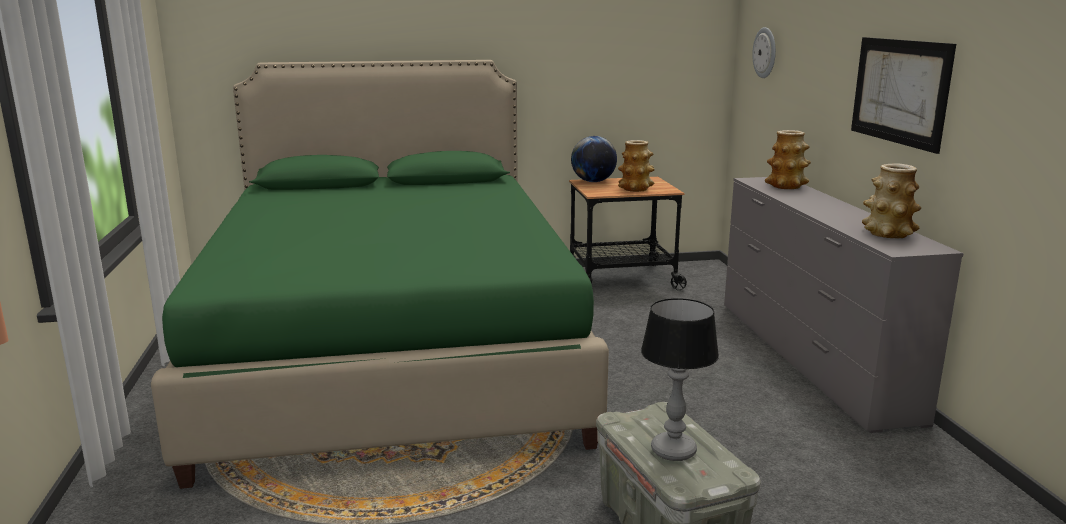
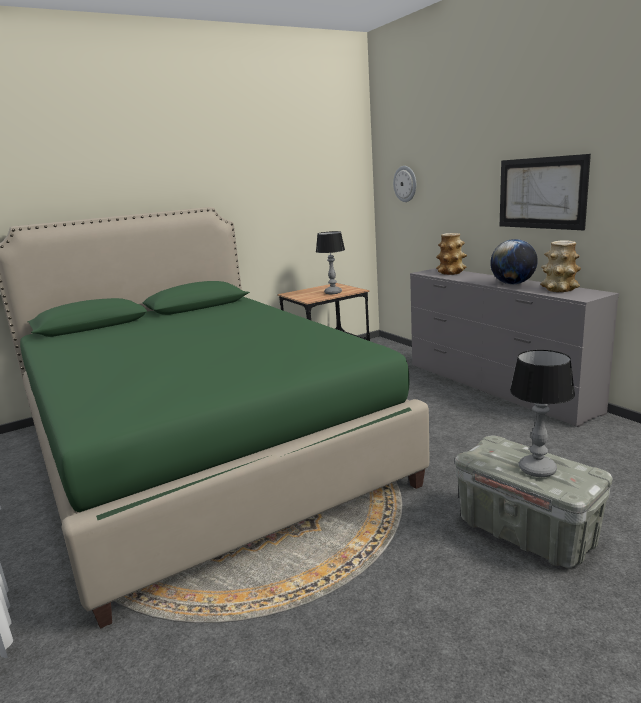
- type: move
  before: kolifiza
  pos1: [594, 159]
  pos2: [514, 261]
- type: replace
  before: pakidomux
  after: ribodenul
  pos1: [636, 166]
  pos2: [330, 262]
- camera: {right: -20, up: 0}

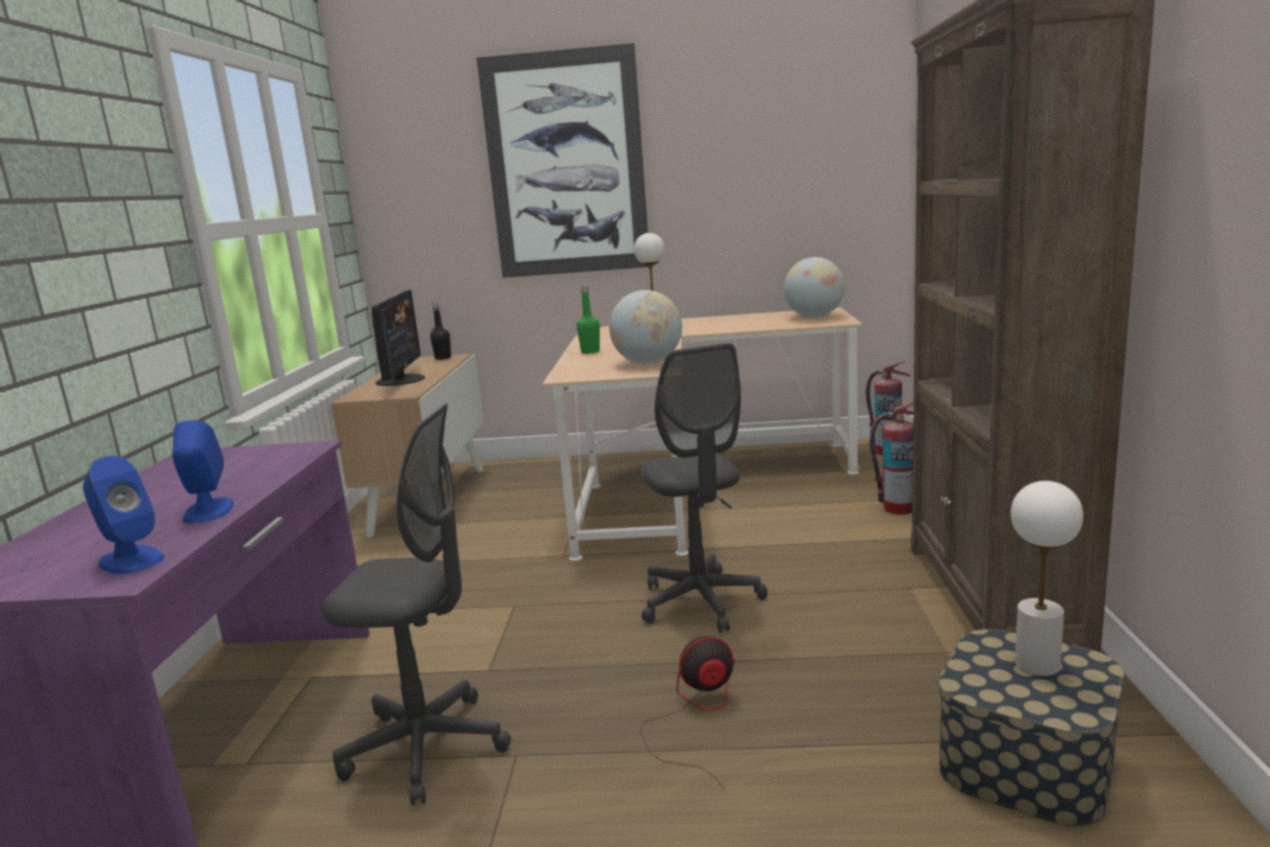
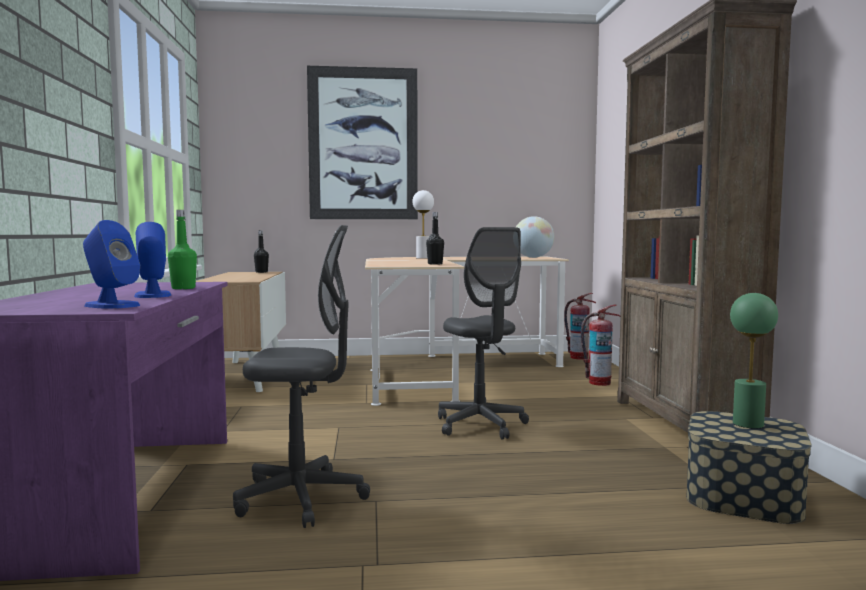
- type: move
  before: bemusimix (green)
  pos1: [588, 319]
  pos2: [182, 249]
- type: delete
  before: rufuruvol
  pos1: [398, 338]
- type: replace
  before: kolifiza
  after: bemusimix (black)
  pos1: [645, 327]
  pos2: [435, 238]
- type: recolor
  before: ribodenul (white)
  after: ribodenul (green)
  pos1: [1047, 578]
  pos2: [754, 361]
- type: delete
  before: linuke
  pos1: [687, 713]
- camera: {right: -10, up: -10}

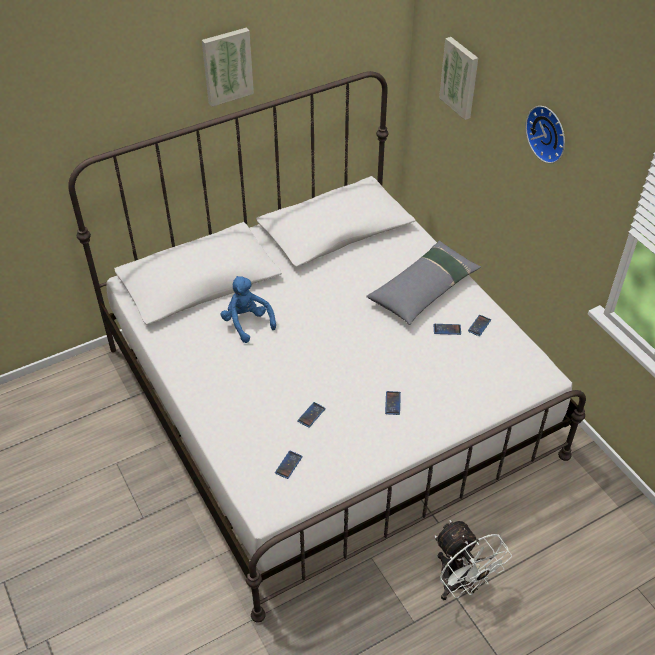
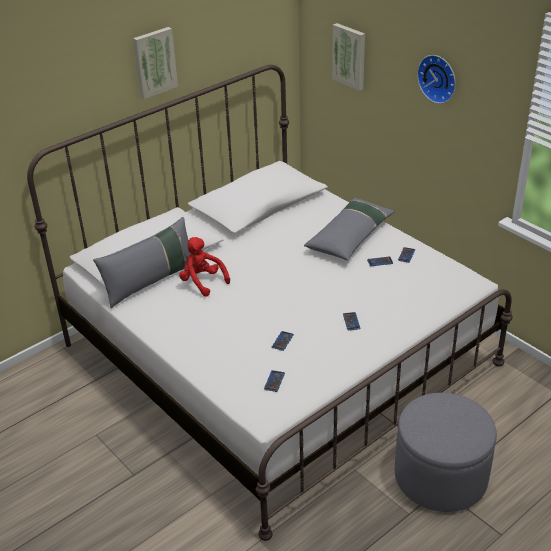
- type: recolor
  before: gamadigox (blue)
  after: gamadigox (red)
  pos1: [248, 309]
  pos2: [204, 267]
- type: replace
  before: linuke (white)
  after: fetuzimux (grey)
  pos1: [473, 560]
  pos2: [446, 452]
- type: insert
  after: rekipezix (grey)
  pos2: [142, 262]
- camera: {right: -10, up: -10}

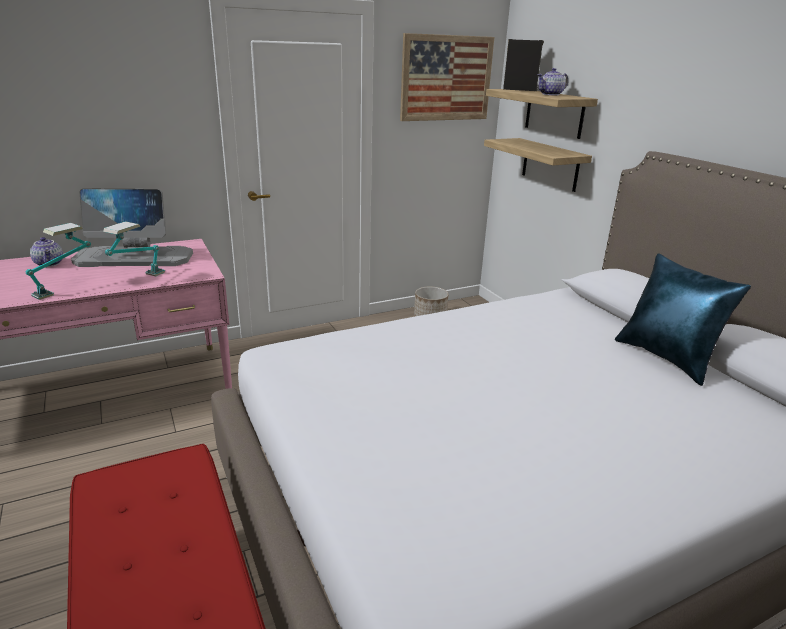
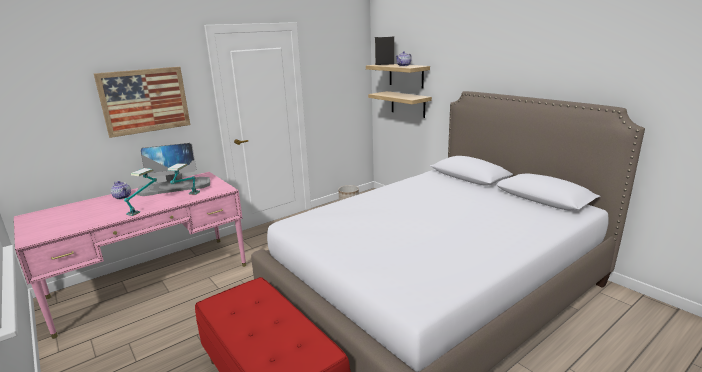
- type: move
  before: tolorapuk
  pos1: [447, 77]
  pos2: [142, 102]
- type: delete
  before: rekipezix (blue)
  pos1: [683, 319]
- camera: {right: -10, up: -5}

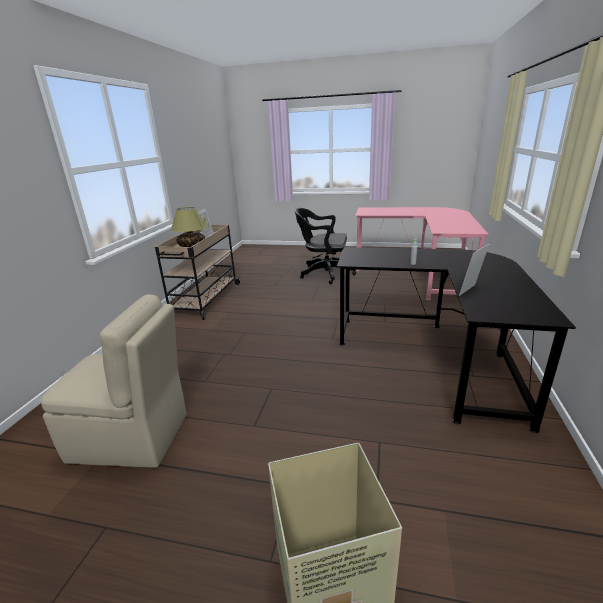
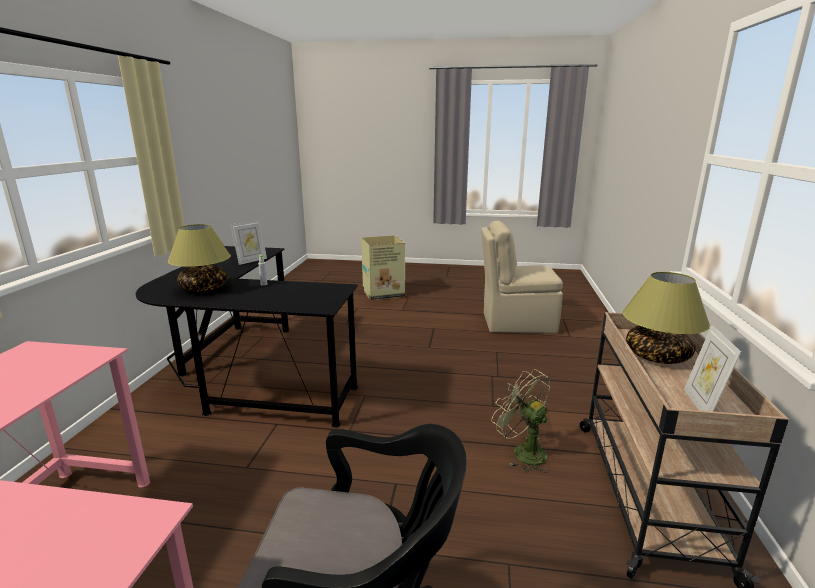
- type: insert
  after: ribodenul
  pos2: [199, 258]
- type: insert
  after: linuke (green)
  pos2: [520, 421]
- camera: {right: 175, up: -5}

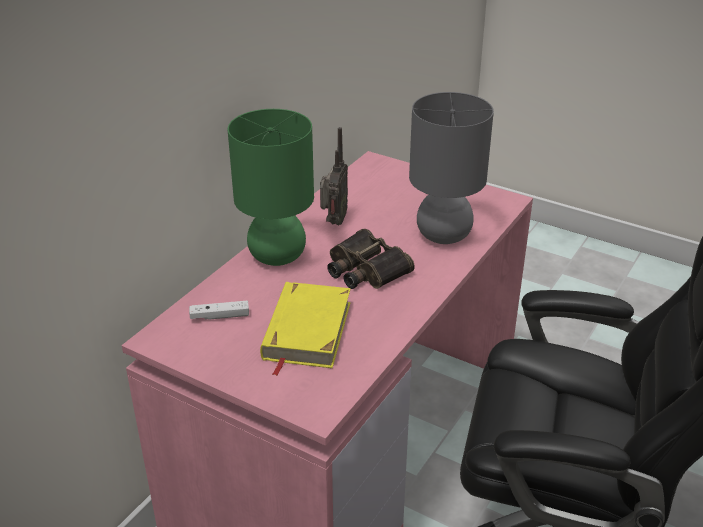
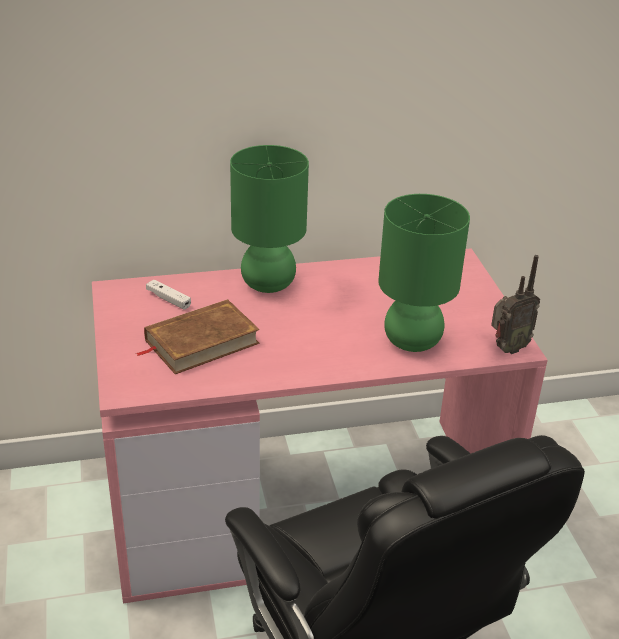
- type: recolor
  before: ribodenul (grey)
  after: ribodenul (green)
  pos1: [451, 168]
  pos2: [424, 273]
- type: move
  before: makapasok
  pos1: [334, 176]
  pos2: [515, 304]
- type: delete
  before: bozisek
  pos1: [371, 259]
- type: recolor
  before: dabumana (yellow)
  after: dabumana (brown)
  pos1: [305, 329]
  pos2: [198, 336]
- camera: {right: 45, up: 0}

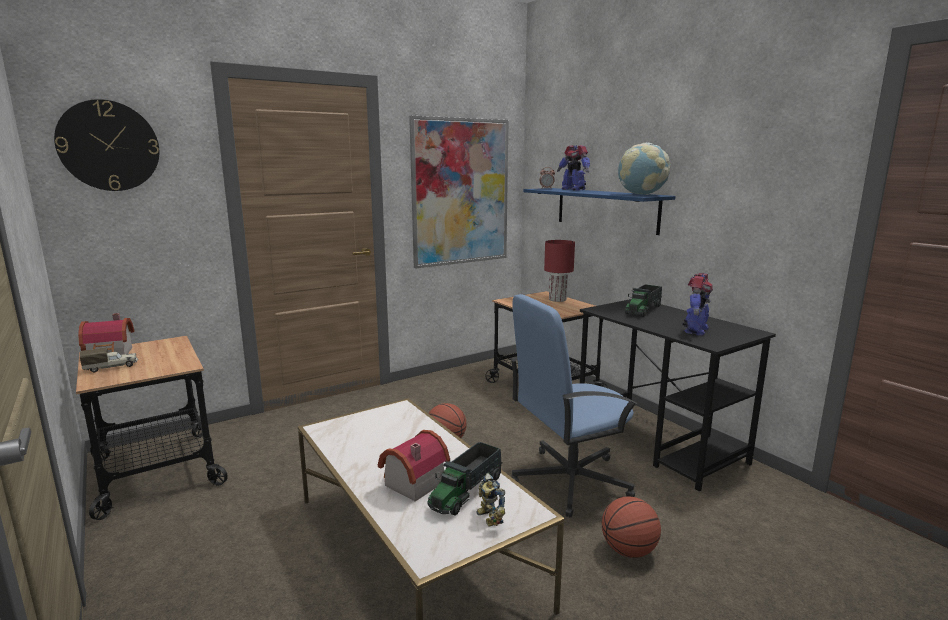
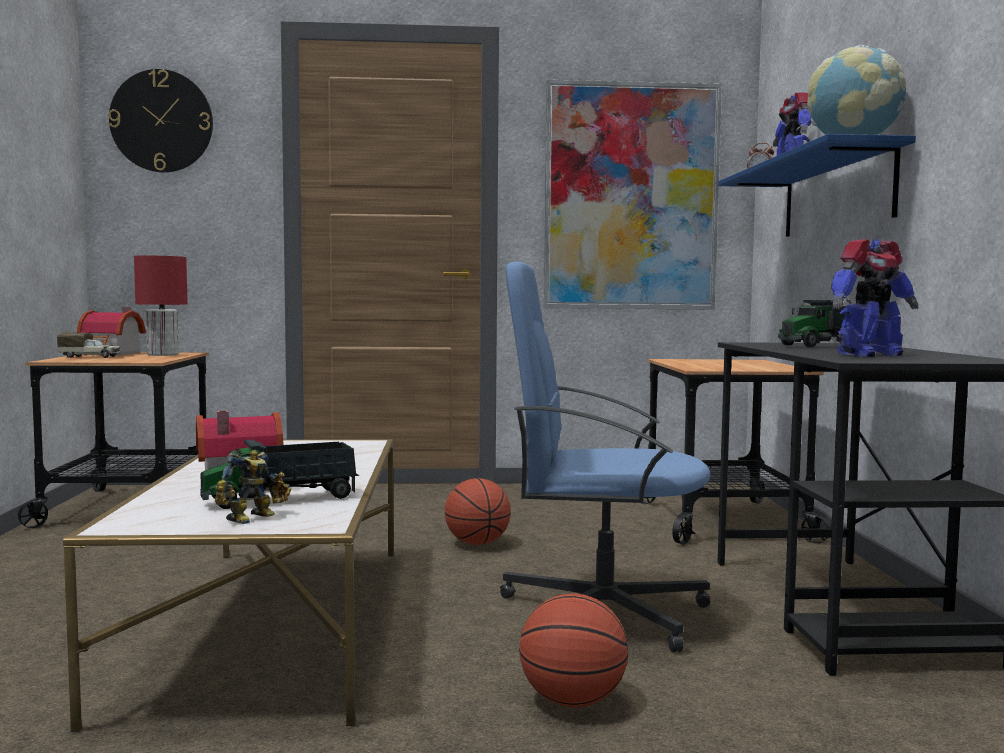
- type: move
  before: ribodenul (red)
  pos1: [559, 271]
  pos2: [160, 305]
- type: rotate
  before: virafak
  pos1: [490, 500]
  pos2: [253, 487]
  turn: -150
- camera: {right: 30, up: -10}

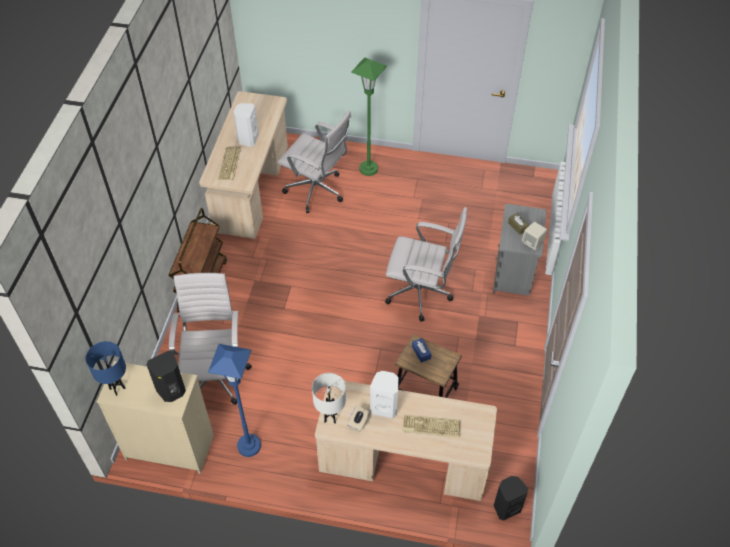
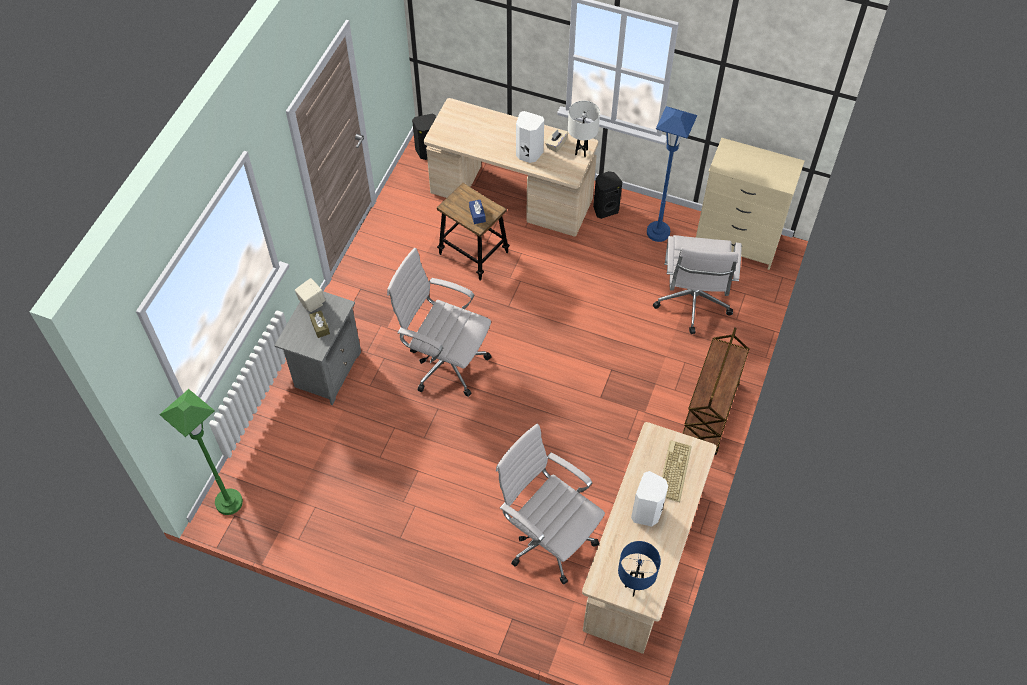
- type: move
  before: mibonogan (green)
  pos1: [369, 116]
  pos2: [201, 452]
- type: move
  before: ribodenul (blue)
  pos1: [106, 368]
  pos2: [639, 569]
- type: move
  before: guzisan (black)
  pos1: [166, 376]
  pos2: [607, 195]
- type: delete
  before: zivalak
  pos1: [431, 426]
- camera: {right: -170, up: 5}

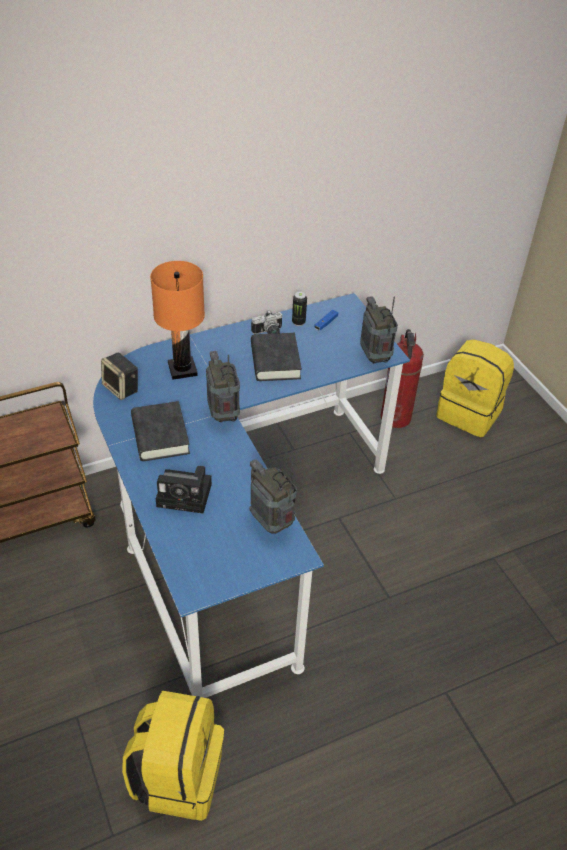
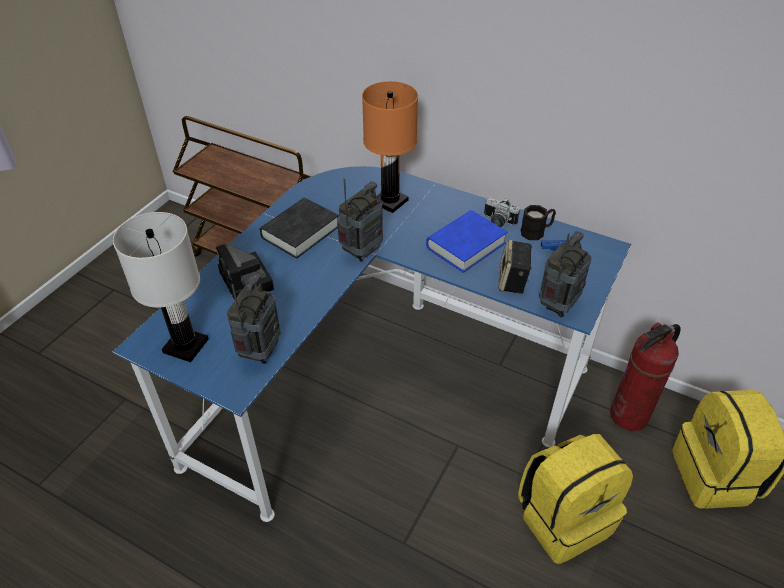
- type: replace
  before: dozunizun
  after: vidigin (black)
  pos1: [299, 309]
  pos2: [538, 222]
- type: recolor
  before: dabumana (black)
  after: dabumana (blue)
  pos1: [276, 357]
  pos2: [466, 241]
- type: move
  before: guzisan
  pos1: [119, 376]
  pos2: [515, 267]
- type: move
  before: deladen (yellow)
  pos1: [173, 756]
  pos2: [575, 499]
- type: insert
  after: ribodenul (white)
  pos2: [161, 287]
- camera: {right: 55, up: 0}

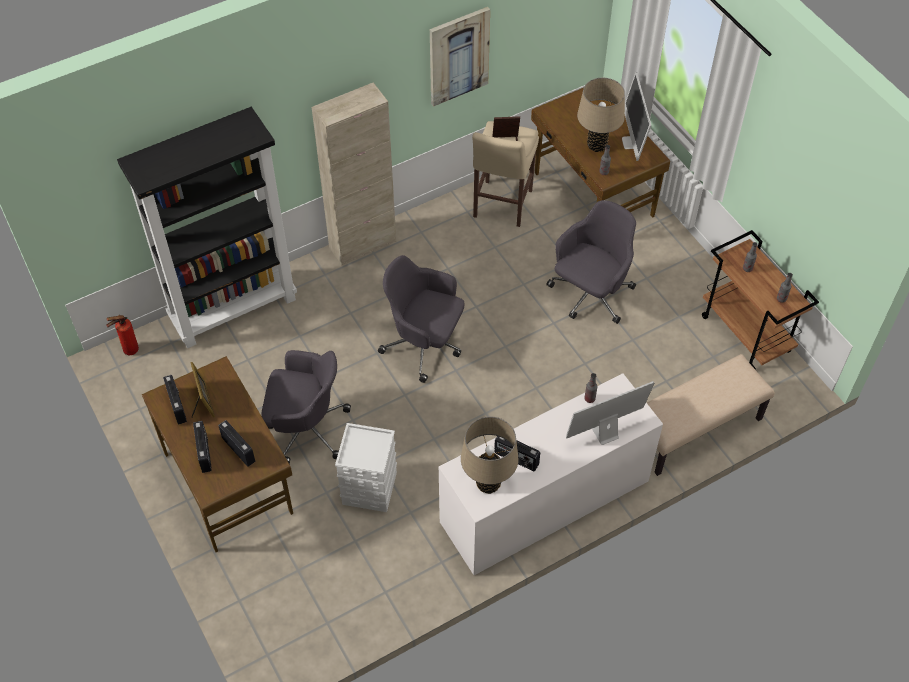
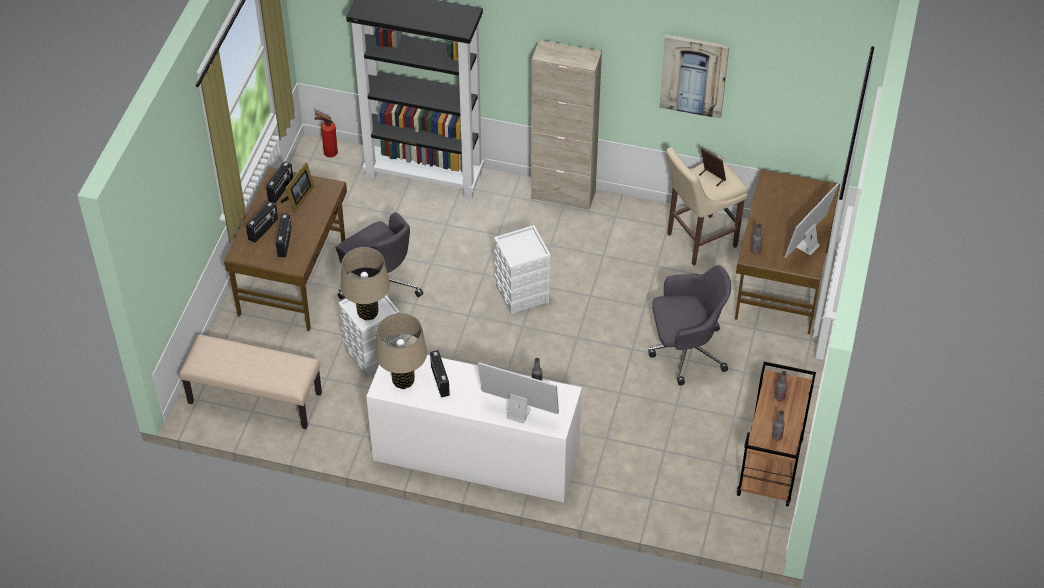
- type: move
  before: ribodenul (beige)
  pos1: [601, 115]
  pos2: [365, 284]
- type: replace
  before: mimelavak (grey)
  after: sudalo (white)
  pos1: [421, 319]
  pos2: [522, 270]
- type: move
  before: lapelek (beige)
  pos1: [711, 415]
  pos2: [250, 382]
- camera: {right: 45, up: -5}

